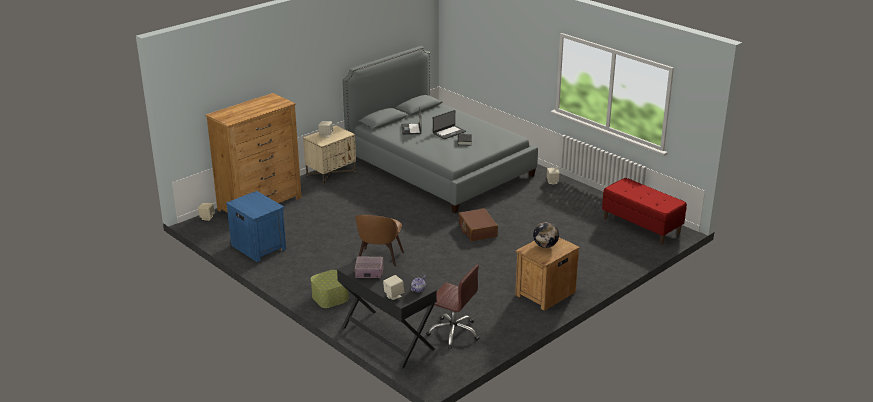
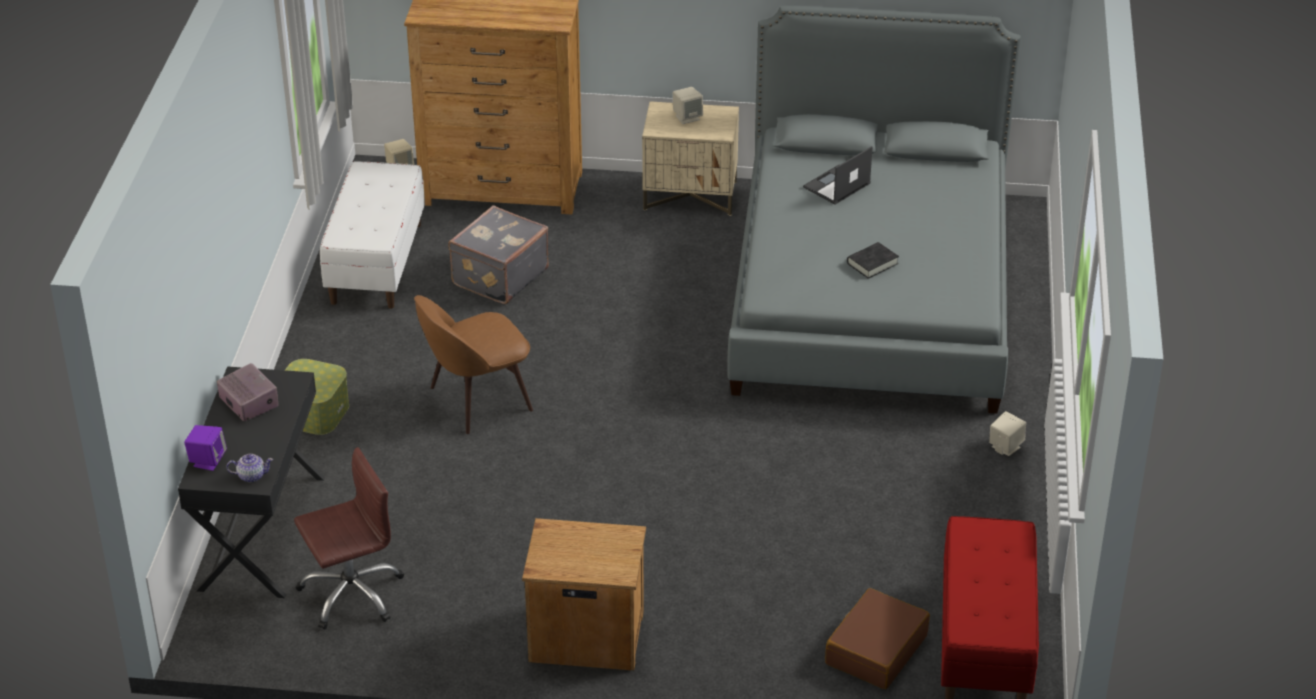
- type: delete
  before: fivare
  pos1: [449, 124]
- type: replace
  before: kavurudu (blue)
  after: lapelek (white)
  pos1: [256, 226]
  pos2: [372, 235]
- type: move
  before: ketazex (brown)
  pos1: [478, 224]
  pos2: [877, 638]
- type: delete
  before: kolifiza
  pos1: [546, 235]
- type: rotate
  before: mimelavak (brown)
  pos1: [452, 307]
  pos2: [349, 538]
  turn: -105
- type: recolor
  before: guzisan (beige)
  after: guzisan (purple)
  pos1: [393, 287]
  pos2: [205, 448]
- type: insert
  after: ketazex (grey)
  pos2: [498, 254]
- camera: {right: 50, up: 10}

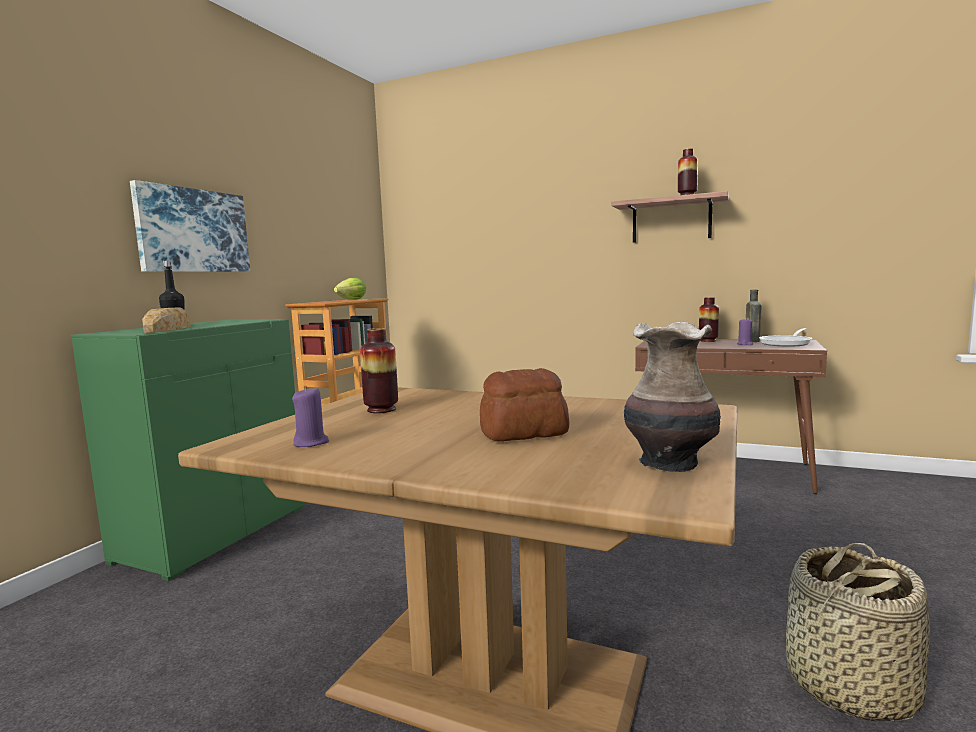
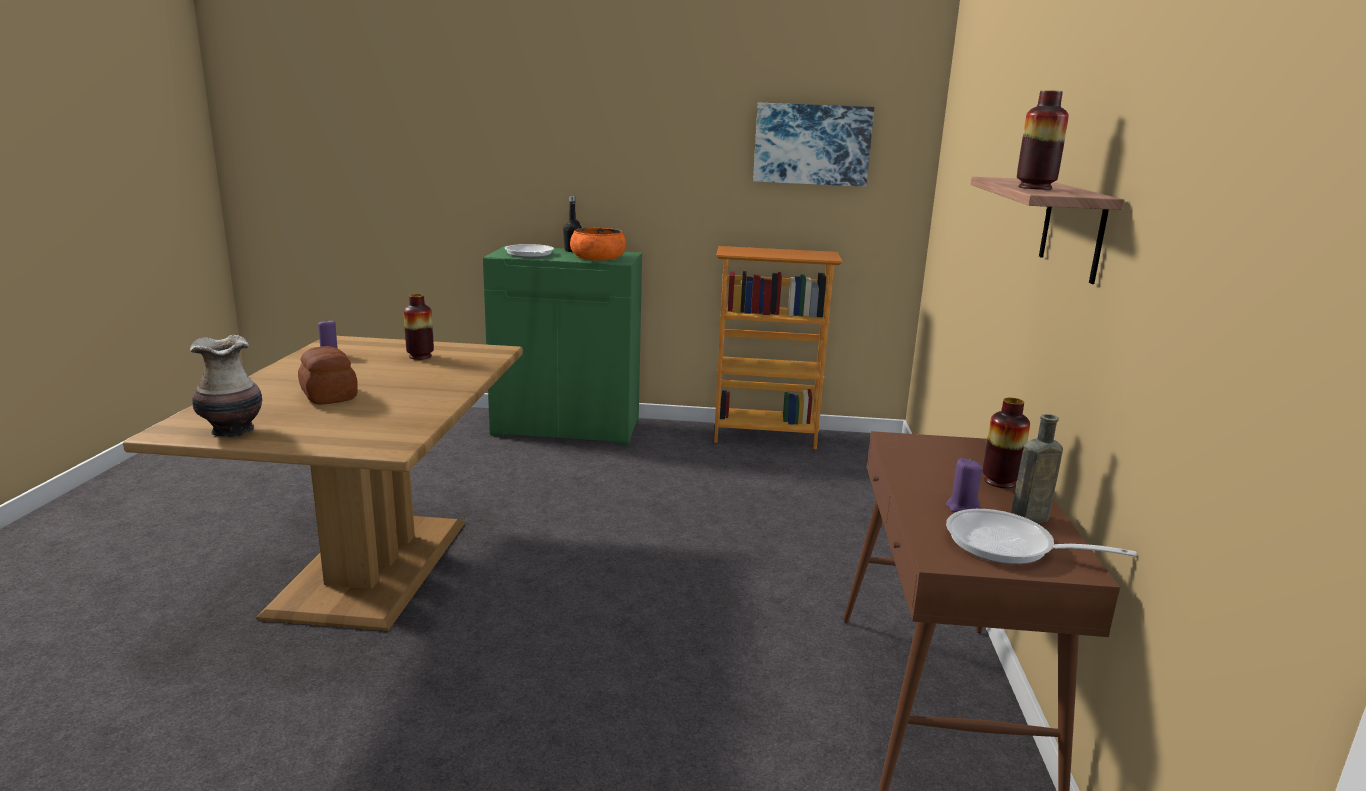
- type: move
  before: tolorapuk
  pos1: [190, 226]
  pos2: [813, 145]
- type: delete
  before: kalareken
  pos1: [350, 289]
- type: replace
  before: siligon
  after: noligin
  pos1: [166, 320]
  pos2: [529, 251]
- type: delete
  before: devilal
  pos1: [858, 632]
- type: insert
  after: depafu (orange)
  pos2: [598, 244]
- camera: {right: 70, up: 10}

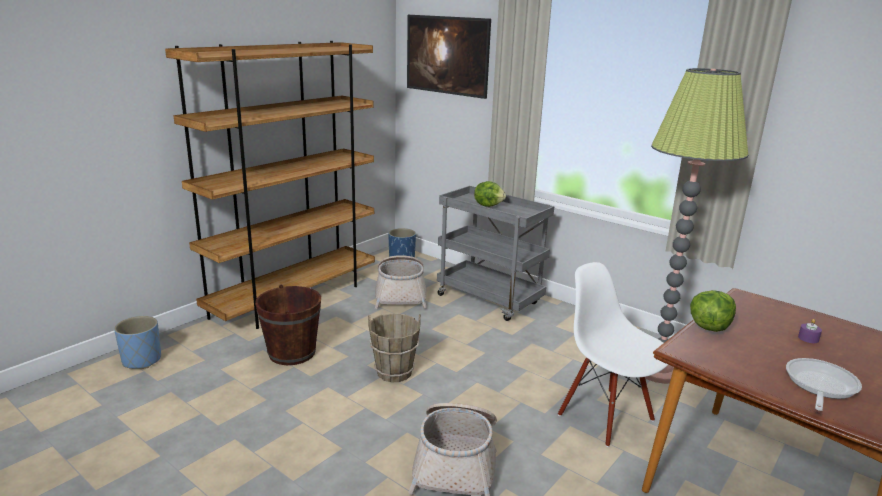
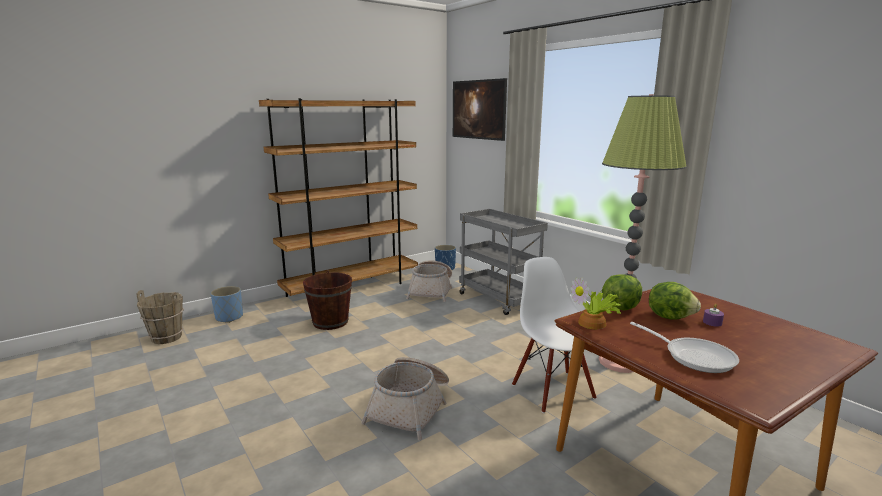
- type: move
  before: kalareken
  pos1: [490, 194]
  pos2: [675, 301]
- type: move
  before: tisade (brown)
  pos1: [394, 348]
  pos2: [160, 317]
- type: rotate
  before: noligin
  pos1: [824, 384]
  pos2: [684, 347]
  turn: 90
- type: insert
  after: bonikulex
  pos2: [595, 303]
- camera: {right: 15, up: -5}

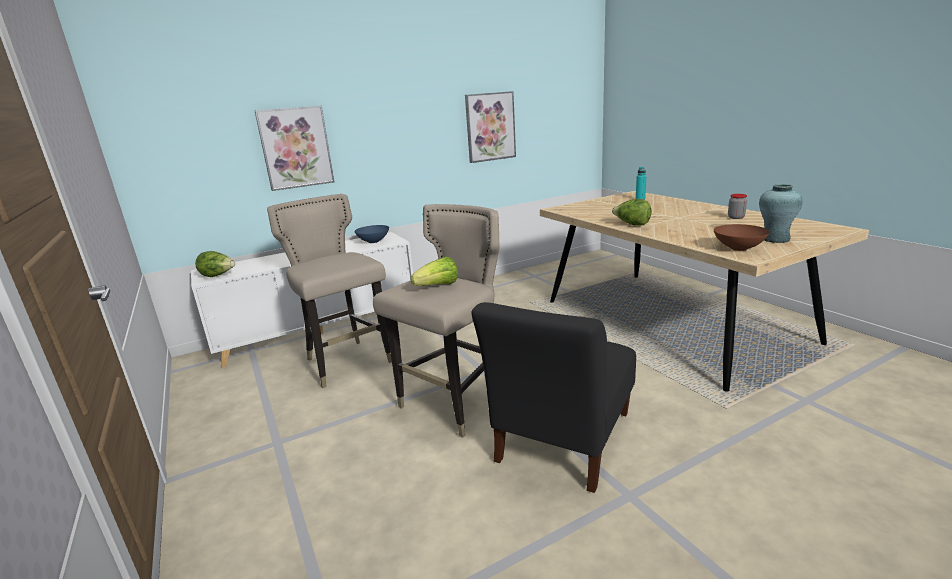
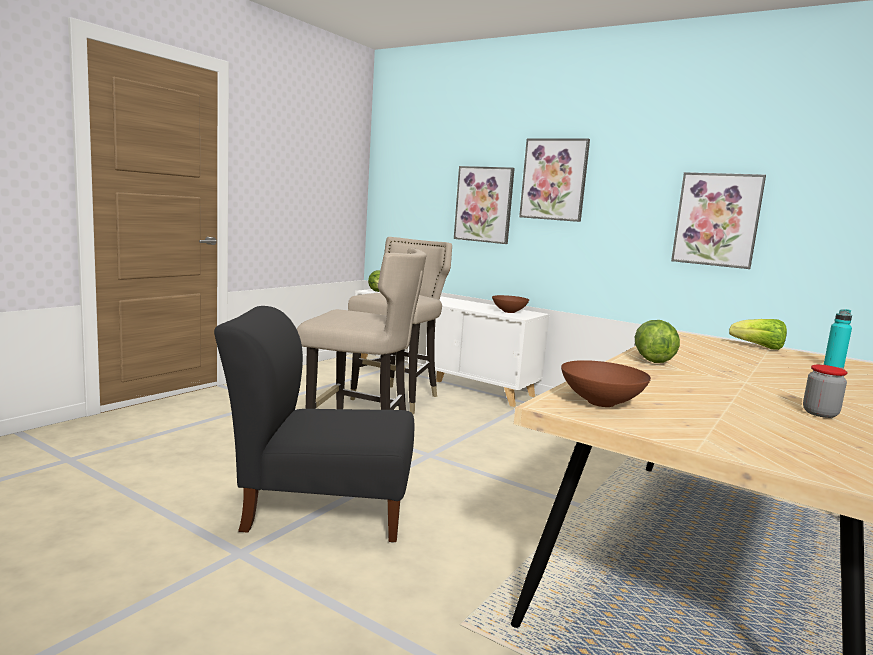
- type: delete
  before: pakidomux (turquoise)
  pos1: [781, 213]
- type: recolor
  before: depafu (blue)
  after: depafu (brown)
  pos1: [372, 234]
  pos2: [510, 304]
- type: move
  before: kalareken
  pos1: [434, 271]
  pos2: [758, 334]
- type: insert
  after: tolorapuk
  pos2: [554, 180]
- camera: {right: 60, up: -10}

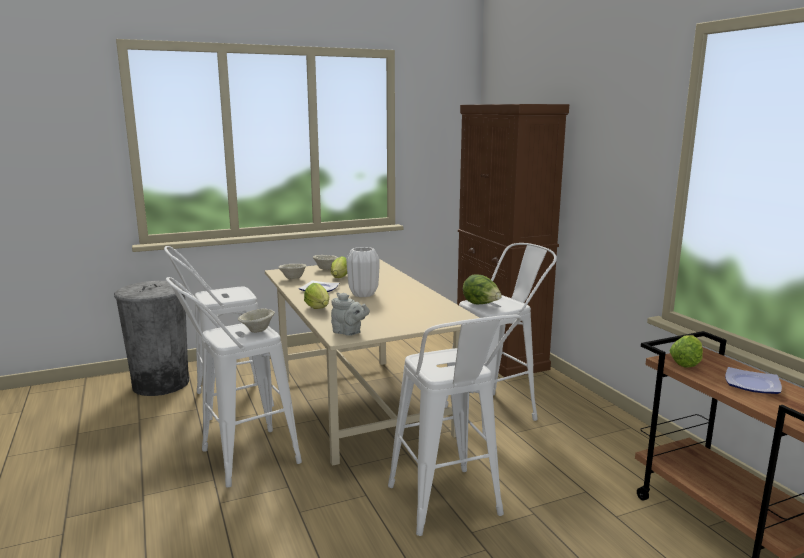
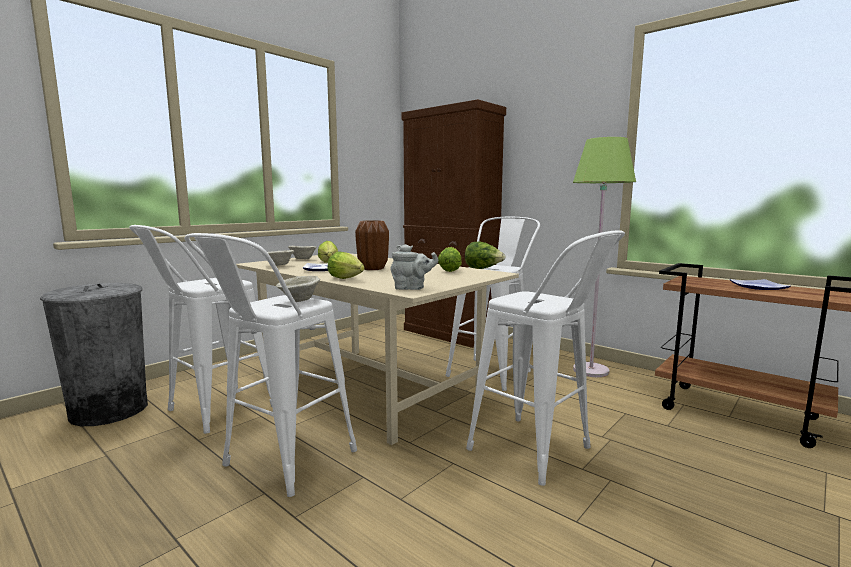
- type: recolor
  before: pakidomux (white)
  after: pakidomux (brown)
  pos1: [363, 272]
  pos2: [372, 245]
- type: move
  before: kalareken
  pos1: [686, 351]
  pos2: [450, 259]
- type: insert
  after: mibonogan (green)
  pos2: [604, 257]
- camera: {right: -25, up: -5}

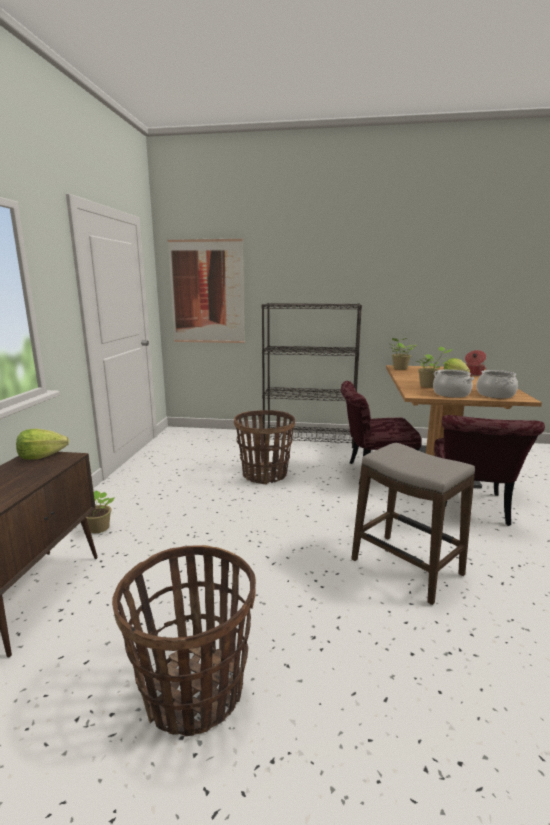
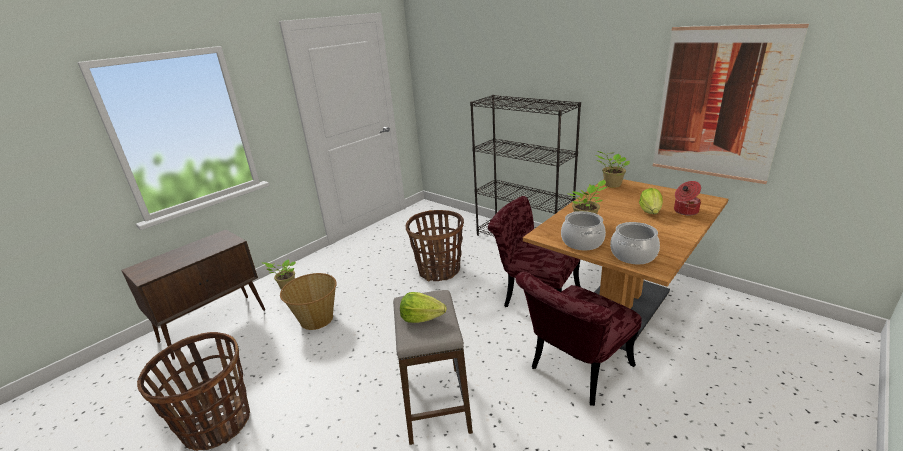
- type: move
  before: tolorapuk
  pos1: [206, 290]
  pos2: [731, 103]
- type: move
  before: kalareken
  pos1: [42, 444]
  pos2: [423, 307]
- type: insert
  after: devilal
  pos2: [308, 301]
- camera: {right: 35, up: 10}

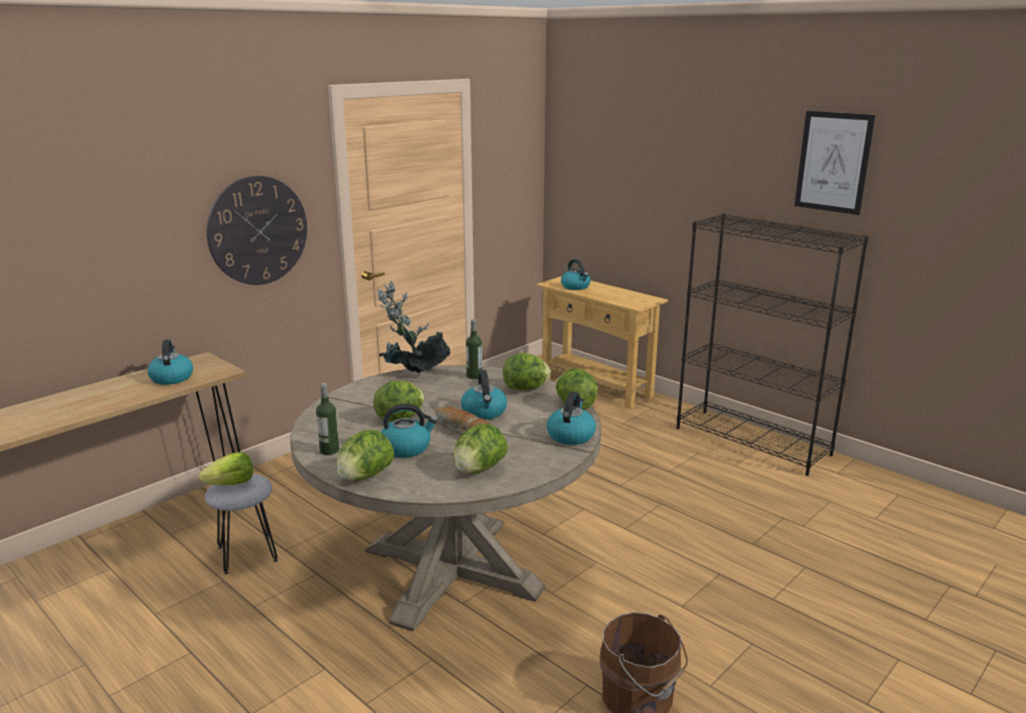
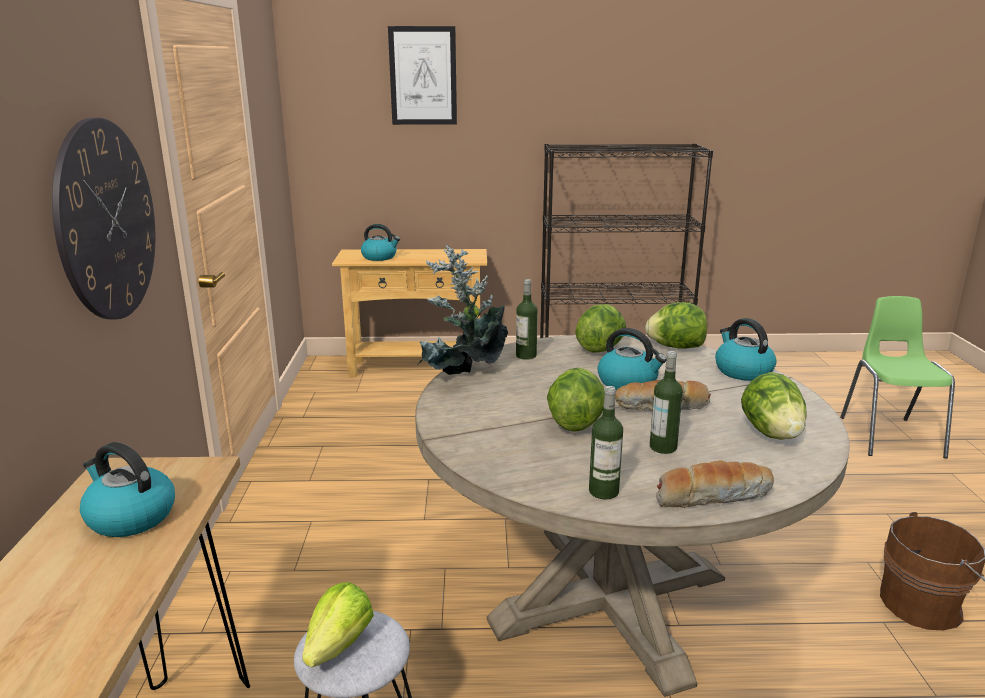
- type: move
  before: tolorapuk
  pos1: [835, 163]
  pos2: [422, 75]
- type: replace
  before: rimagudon
  after: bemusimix
  pos1: [409, 431]
  pos2: [666, 402]
- type: replace
  before: kalareken
  after: siligon
  pos1: [365, 455]
  pos2: [715, 484]
- type: insert
  after: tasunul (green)
  pos2: [897, 377]
- camera: {right: -45, up: 0}

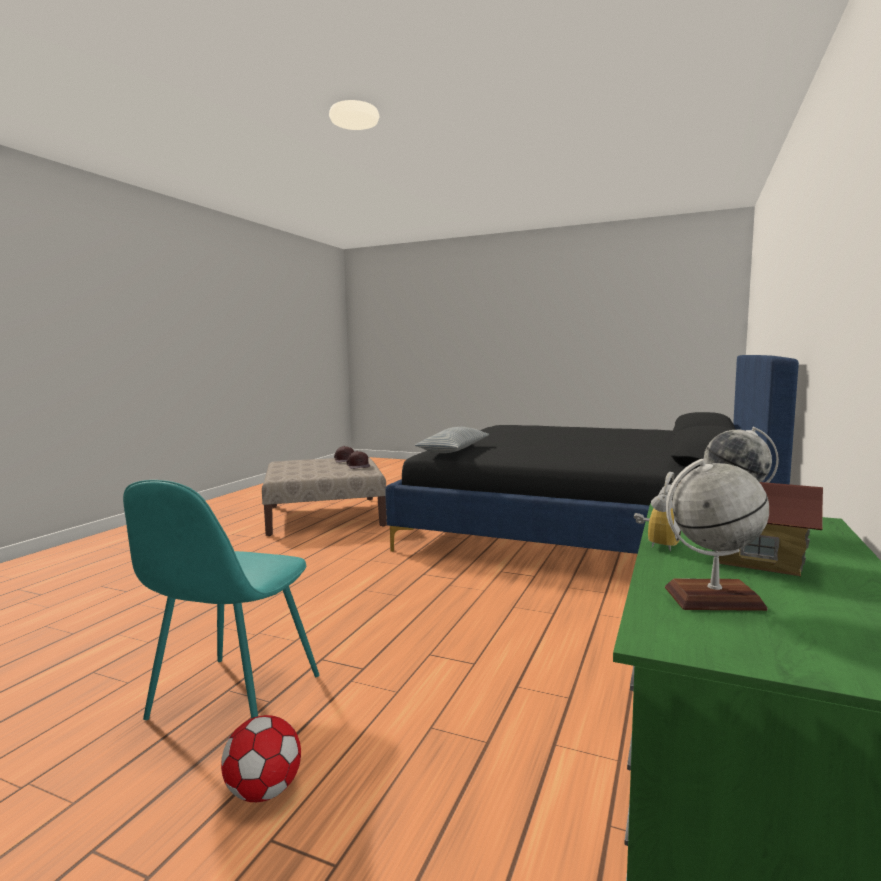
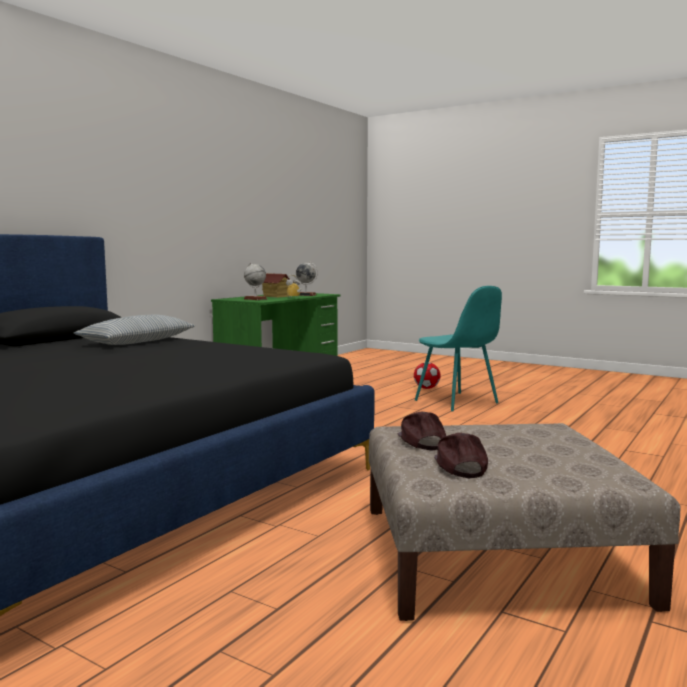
- type: move
  before: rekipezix
  pos1: [452, 440]
  pos2: [134, 330]
- type: rotate
  before: tasunul (turquoise)
  pos1: [221, 600]
  pos2: [458, 348]
  turn: 120
- camera: {right: -170, up: 0}

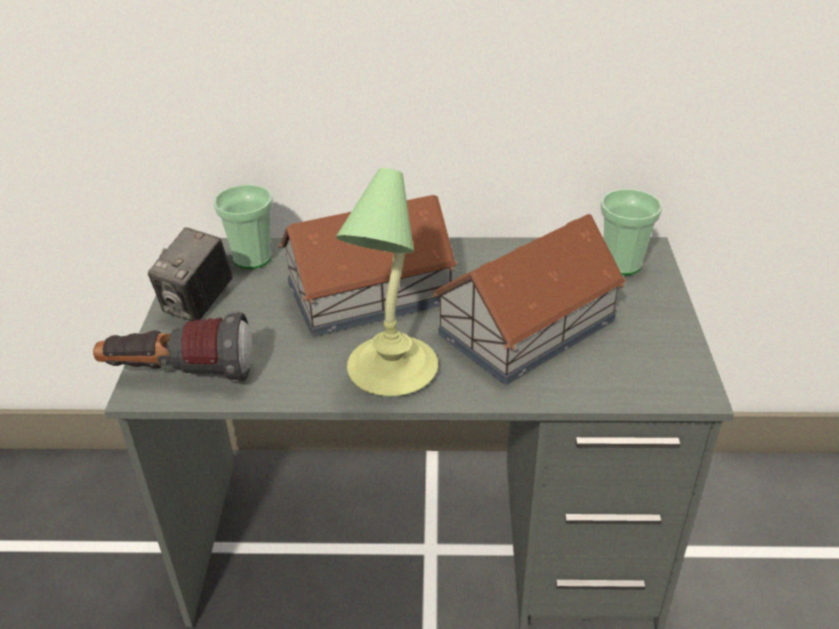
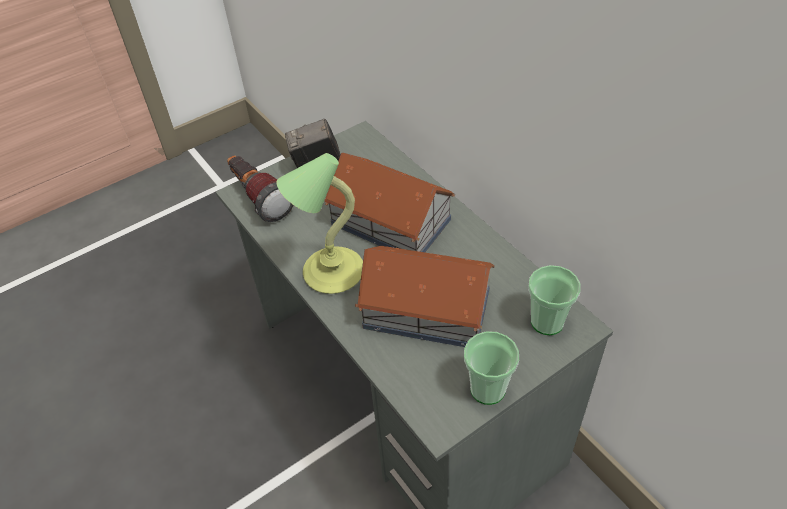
- type: move
  before: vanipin
  pos1: [243, 227]
  pos2: [491, 368]
- camera: {right: 55, up: 10}

